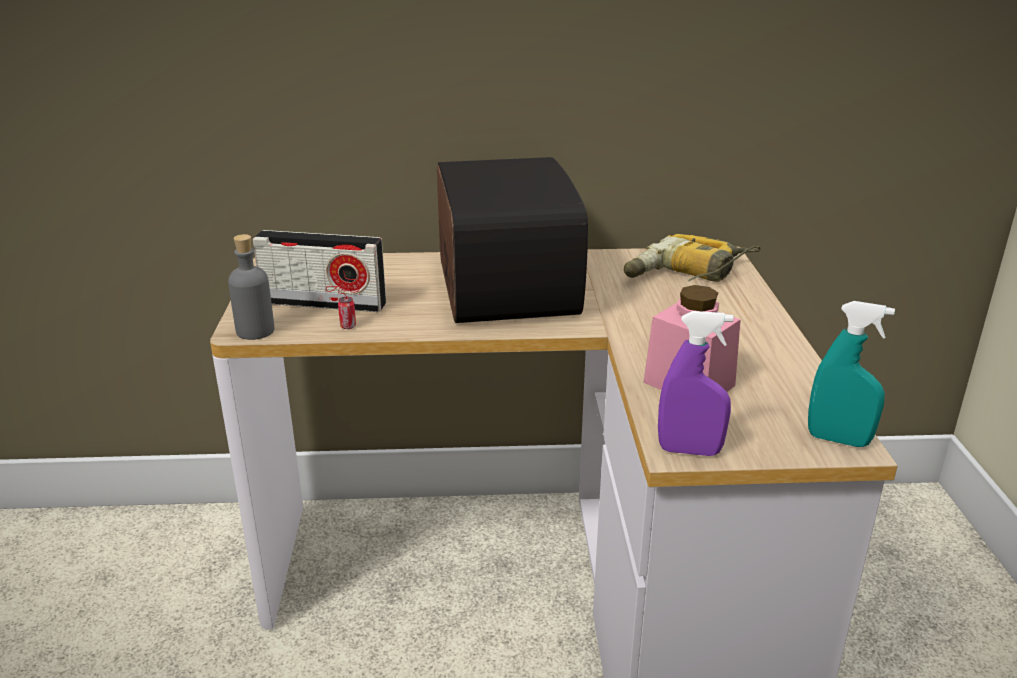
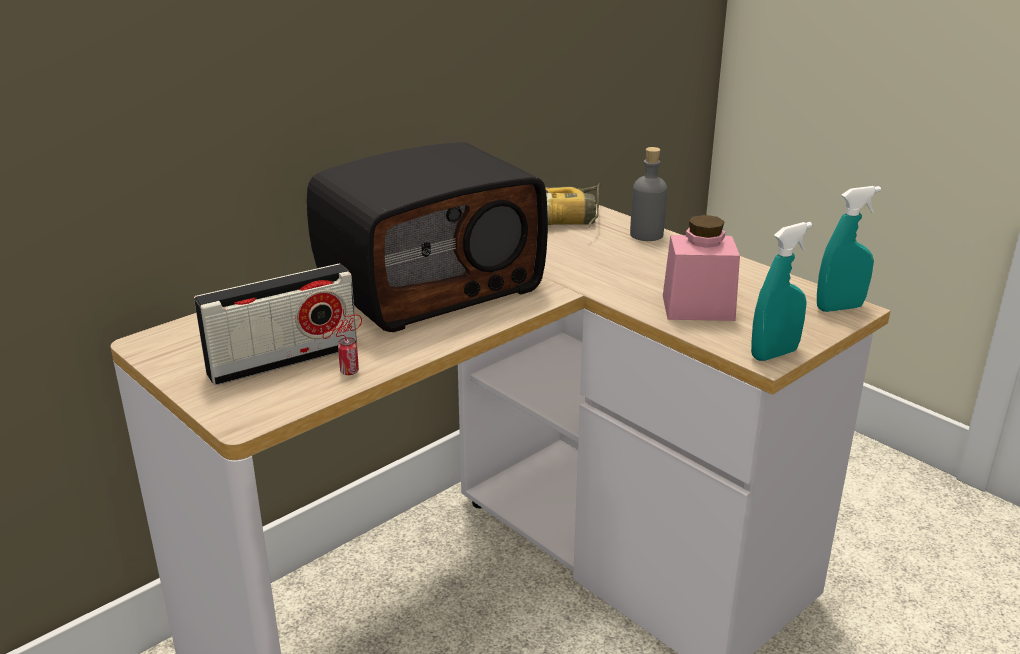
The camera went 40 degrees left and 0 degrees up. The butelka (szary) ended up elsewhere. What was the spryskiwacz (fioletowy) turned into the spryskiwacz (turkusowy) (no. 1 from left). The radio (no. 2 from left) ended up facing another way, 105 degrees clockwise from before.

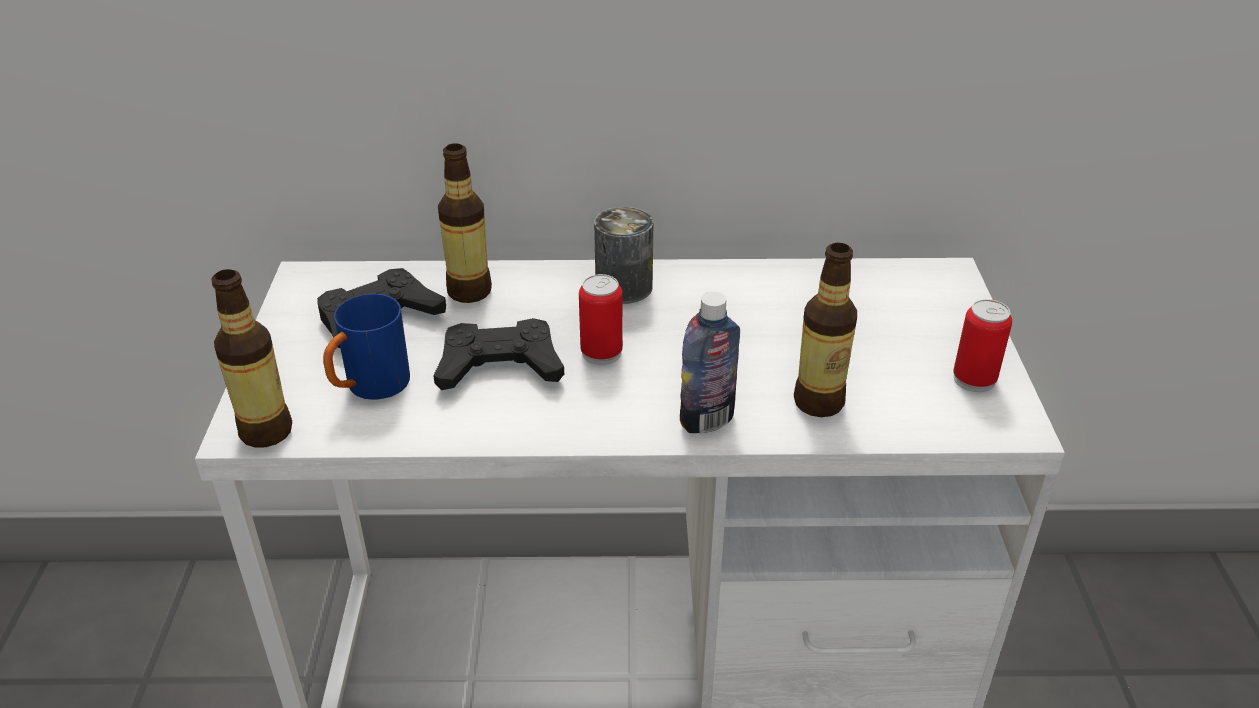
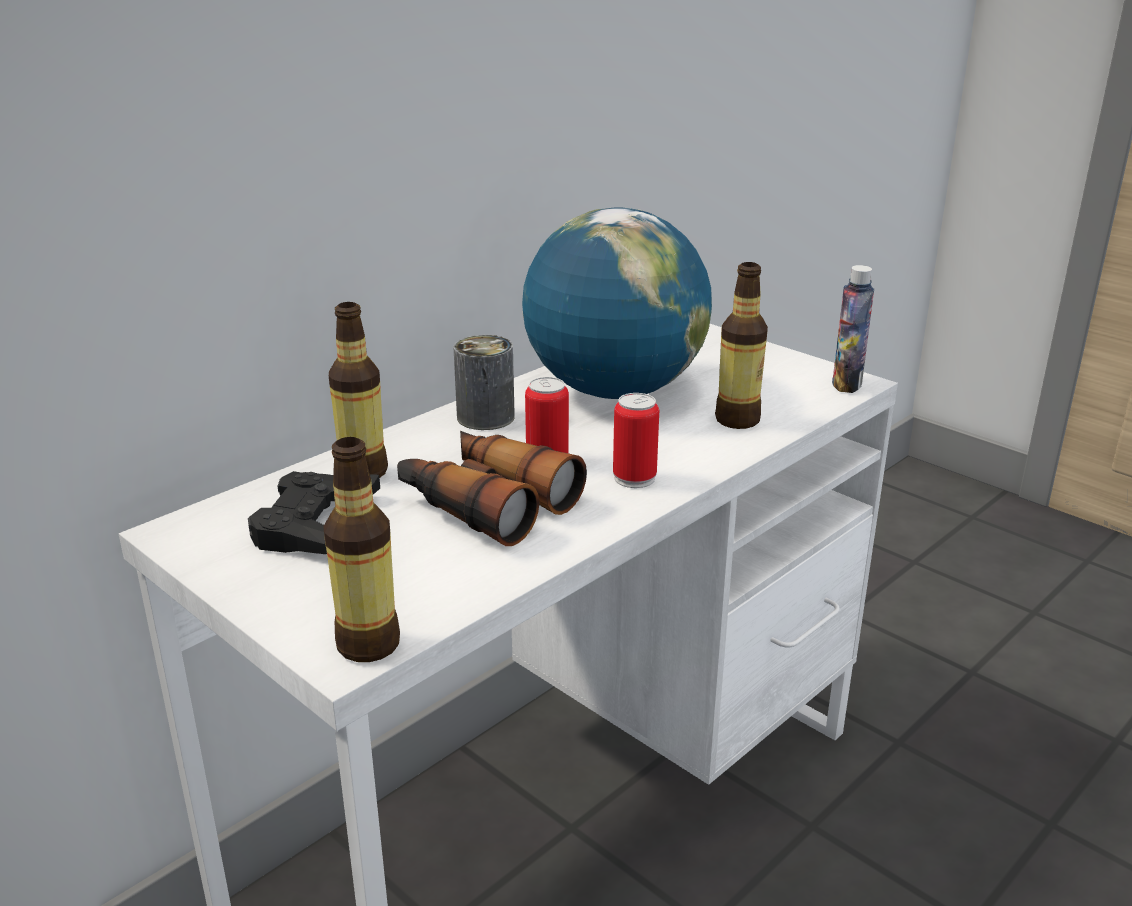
The camera went 45 degrees left and 10 degrees down. The second view lost the kubek (niebieski). The second view gained the globus. The butelka (no. 3 from left in the first image) ended up elsewhere. The puszka (no. 3 from left) ended up elsewhere. Where the pad do gier (czarny) (no. 2 from left) stood, the lornetka came to stand.

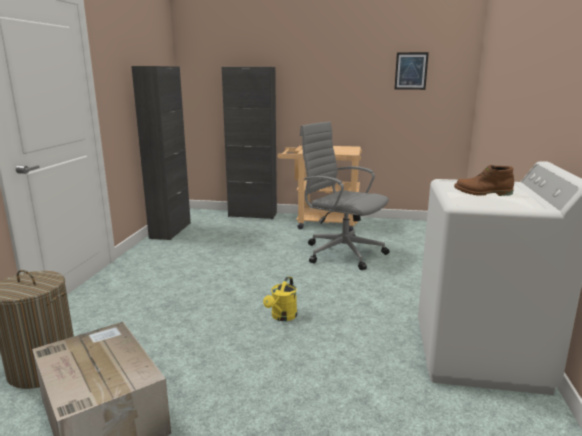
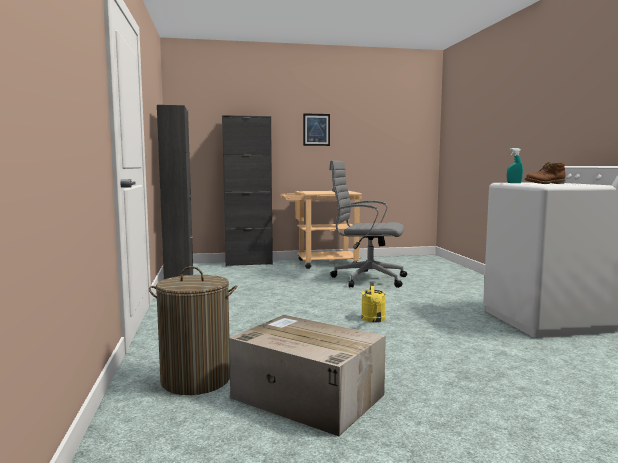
The camera went 20 degrees left and 10 degrees down. The second view gained the spryskiwacz (turkusowy). The obraz ended up elsewhere.

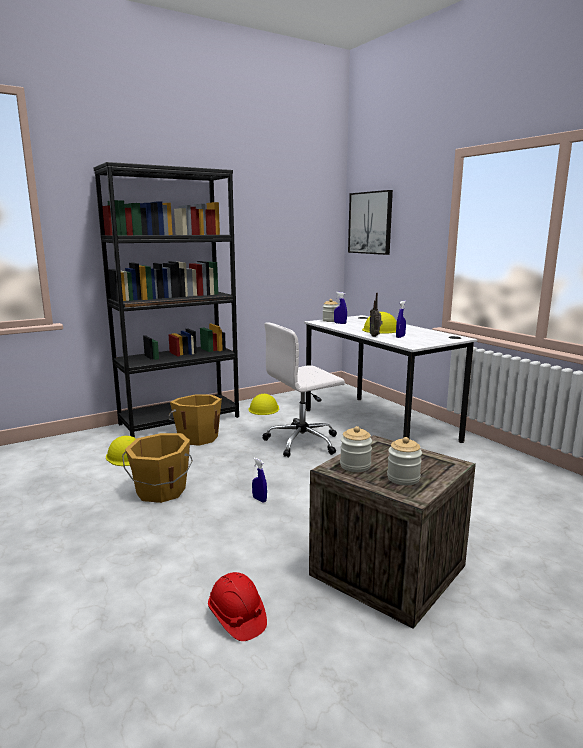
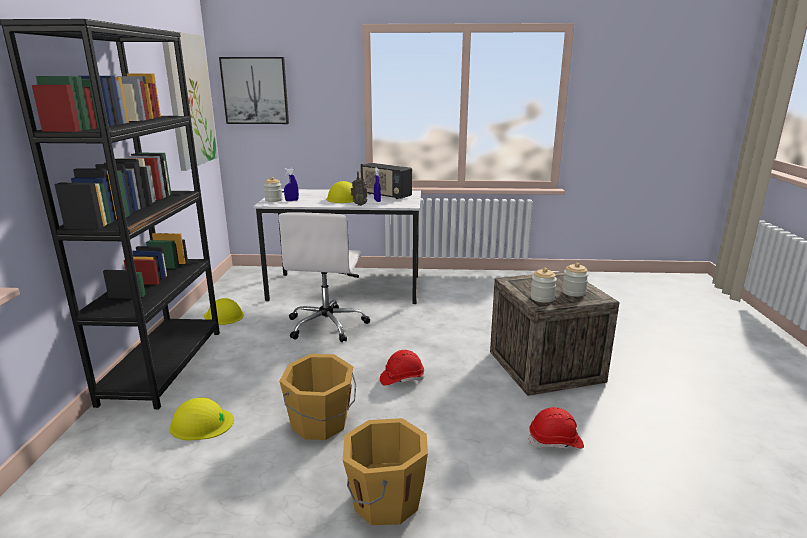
The camera went 55 degrees left and 5 degrees up. The second view gained the obraz (no. 1 from left). The second view gained the radio (no. 2 from left). The wiadro (pomarańczowy) (no. 2 from left) ended up elsewhere. Where the spryskiwacz (niebieski) (no. 1 from left) stood, the kask (czerwony) (no. 1 from left) came to stand.

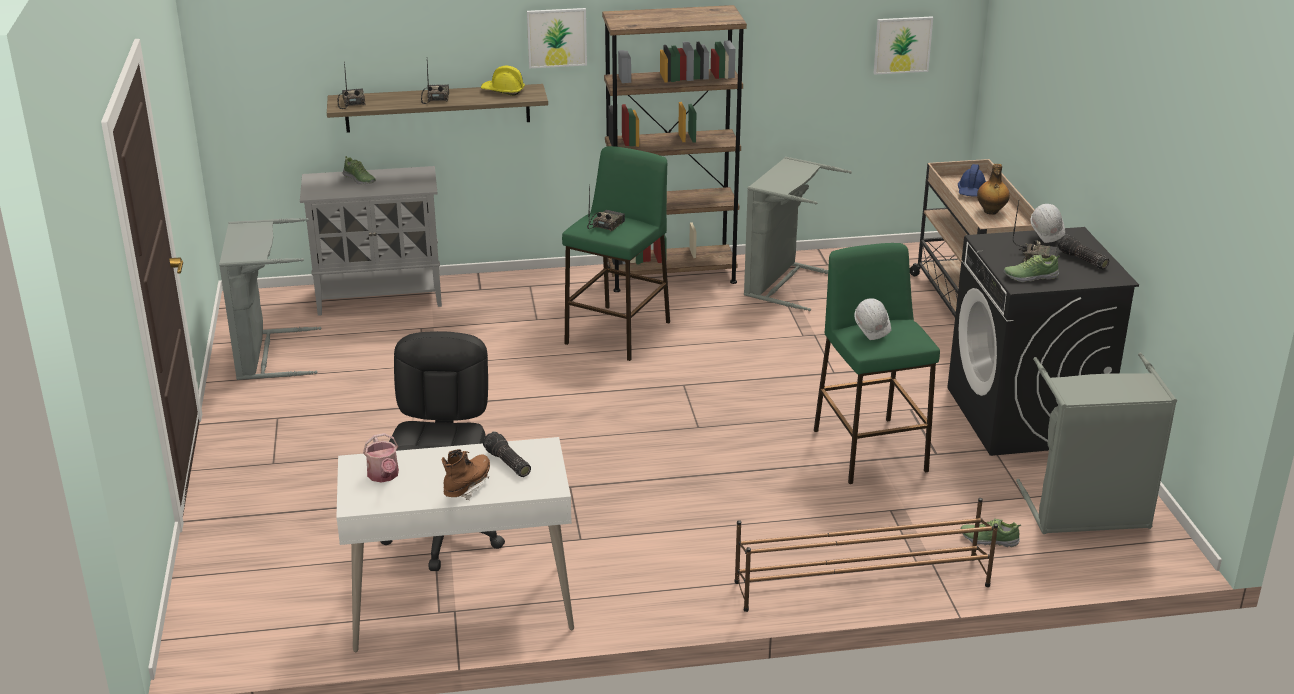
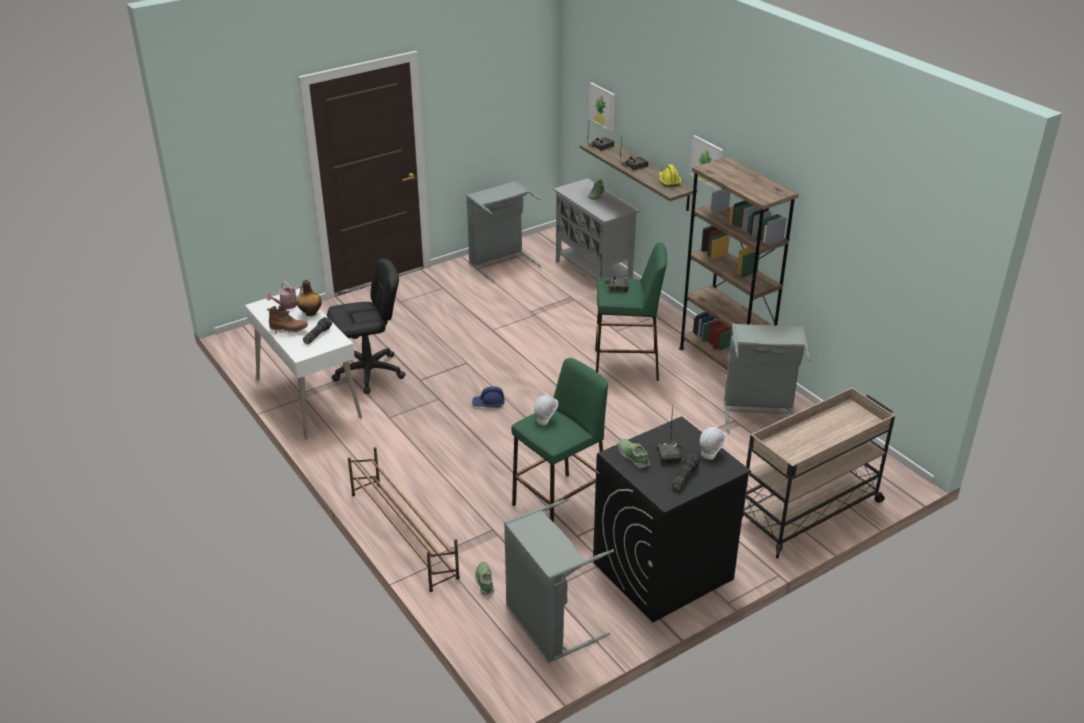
The camera went 65 degrees right and 5 degrees up. The obraz (no. 2 from left in the first image) ended up elsewhere. The kask (niebieski) ended up elsewhere. The butelka ended up elsewhere.

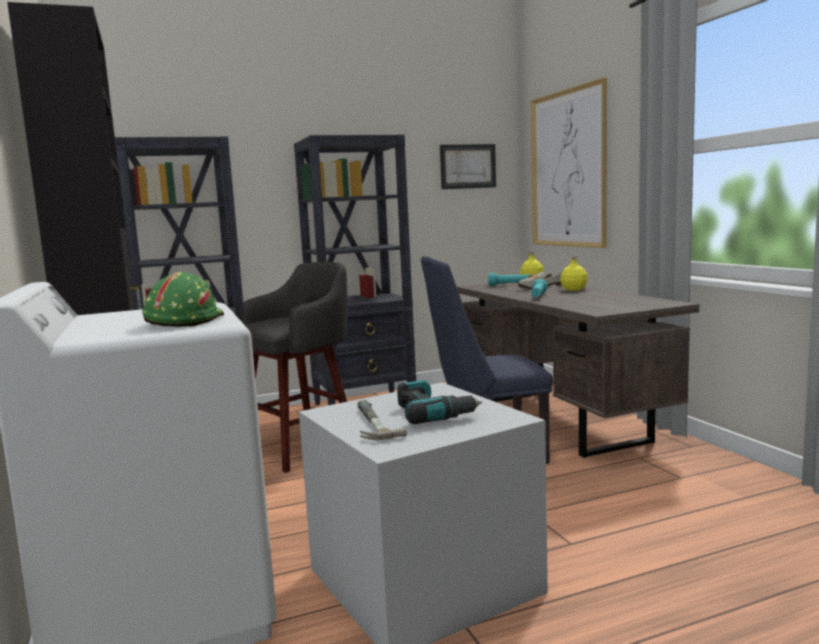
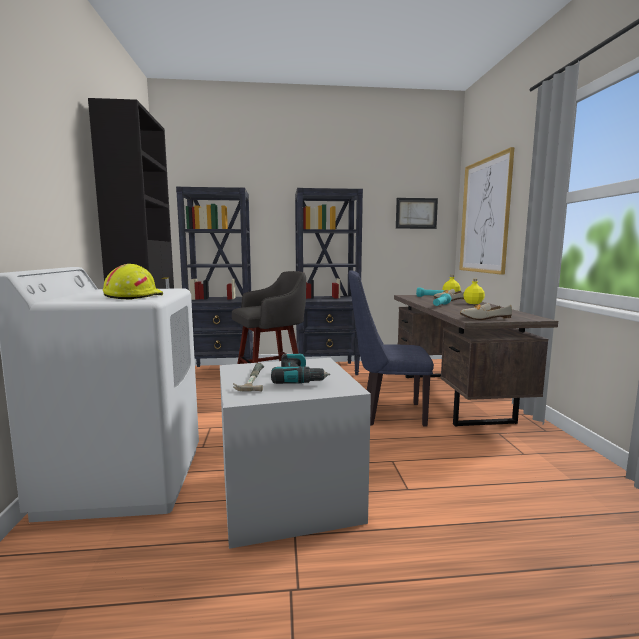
The camera went 15 degrees right and 0 degrees up. The second view gained the but (no. 2 from left). What was the kask (zielony) turned into the kask (żółty).

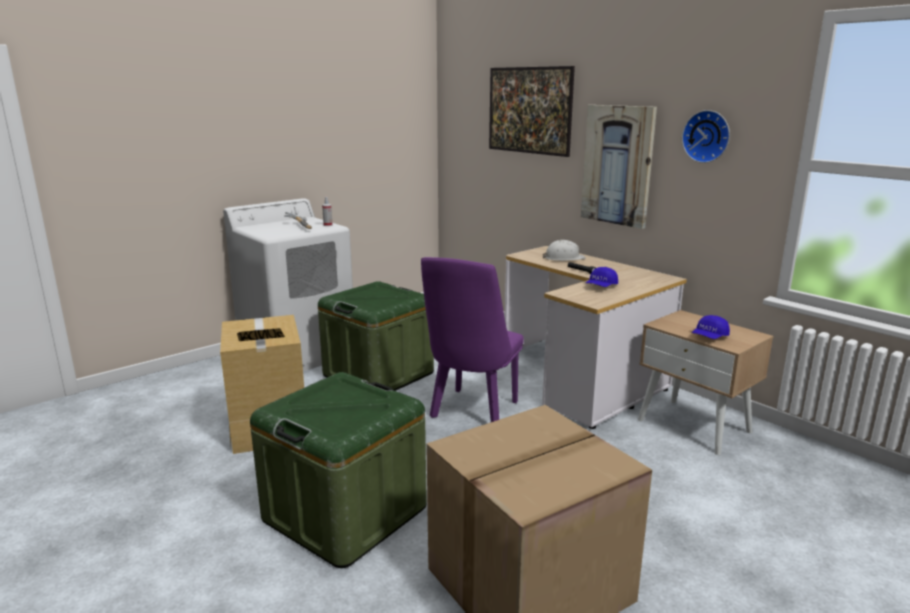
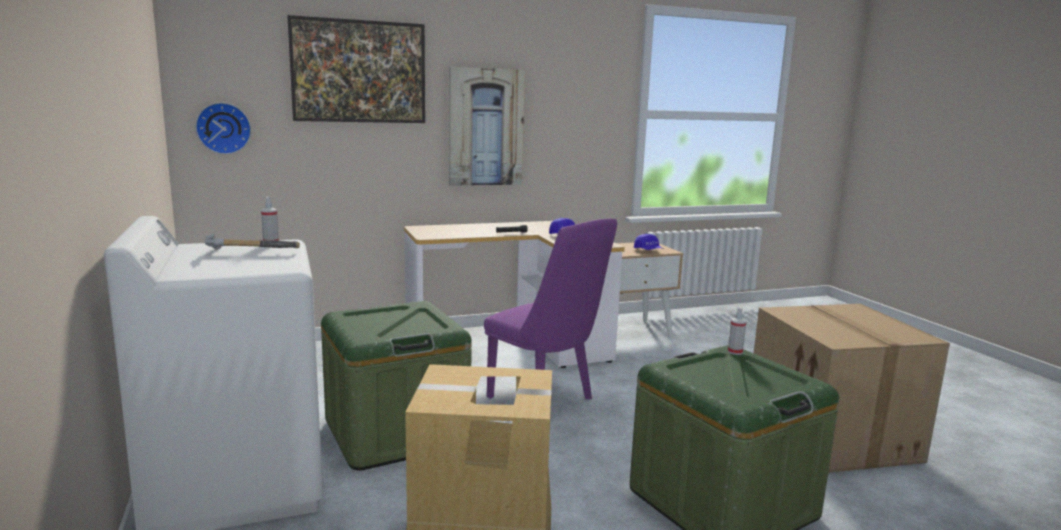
The camera went 70 degrees left and 5 degrees down. The second view lost the kask (biały). The second view gained the spryskiwacz (no. 2 from left). The zegar ścienny ended up elsewhere.

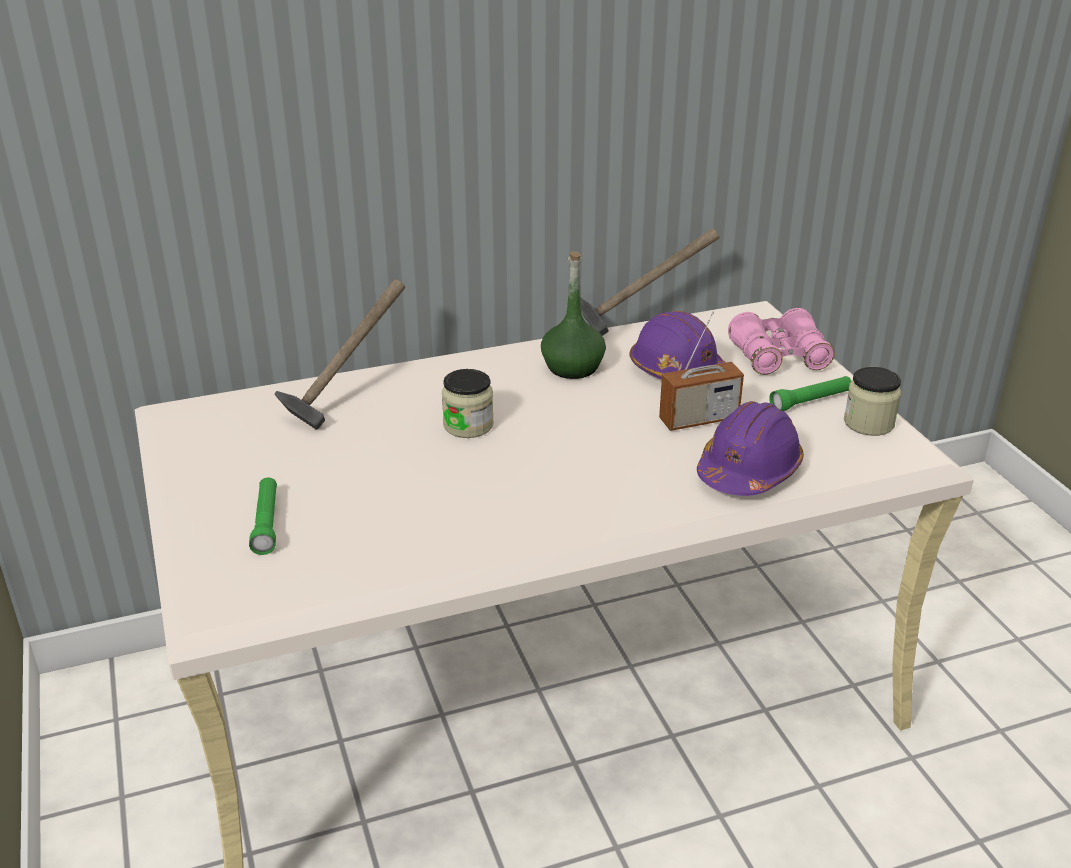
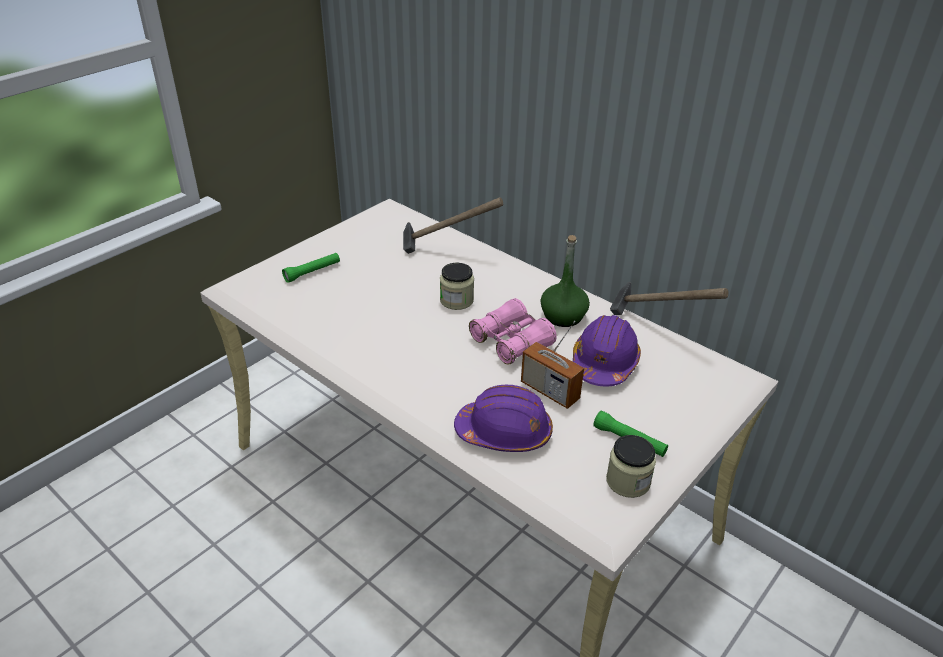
The camera went 60 degrees right and 5 degrees up. The lornetka (różowy) ended up elsewhere.

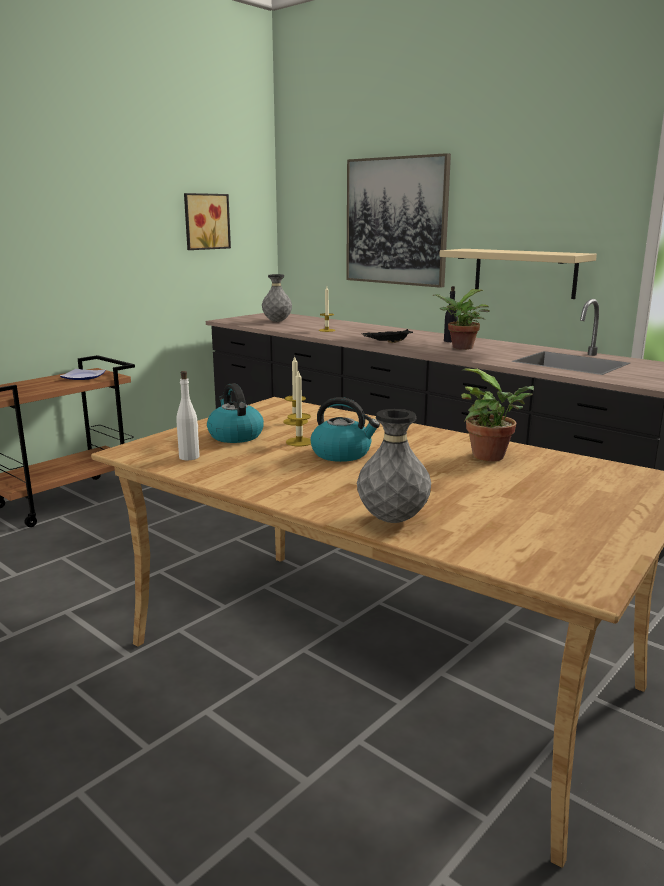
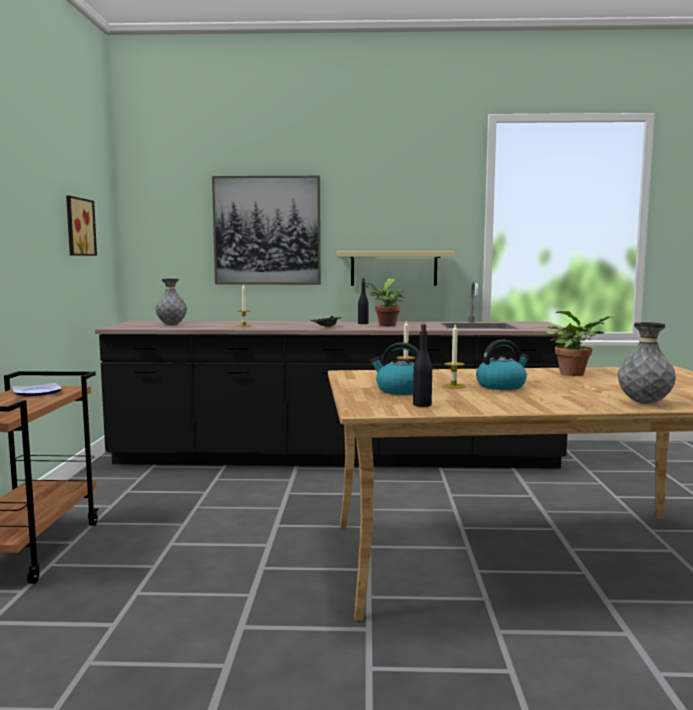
The camera went 40 degrees left and 10 degrees down. What was the butelka (biały) turned into the butelka (czarny) (no. 2 from left).

